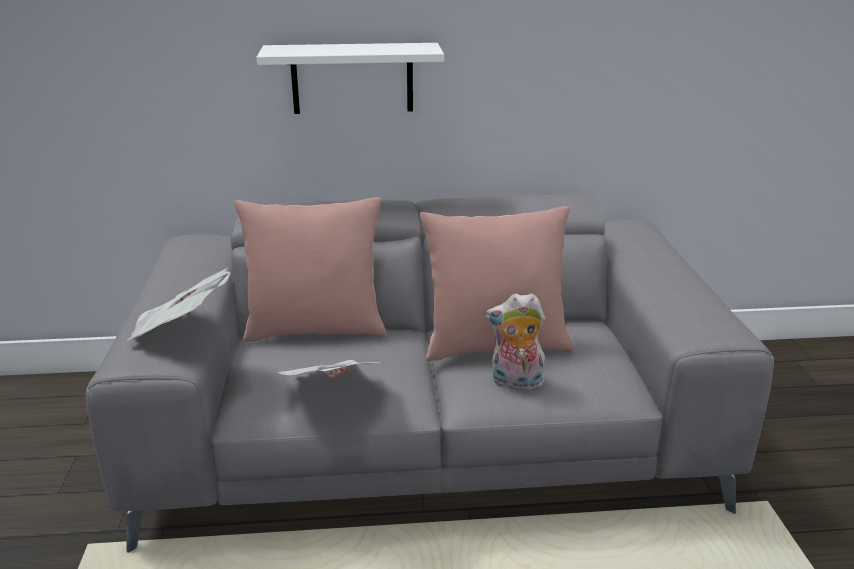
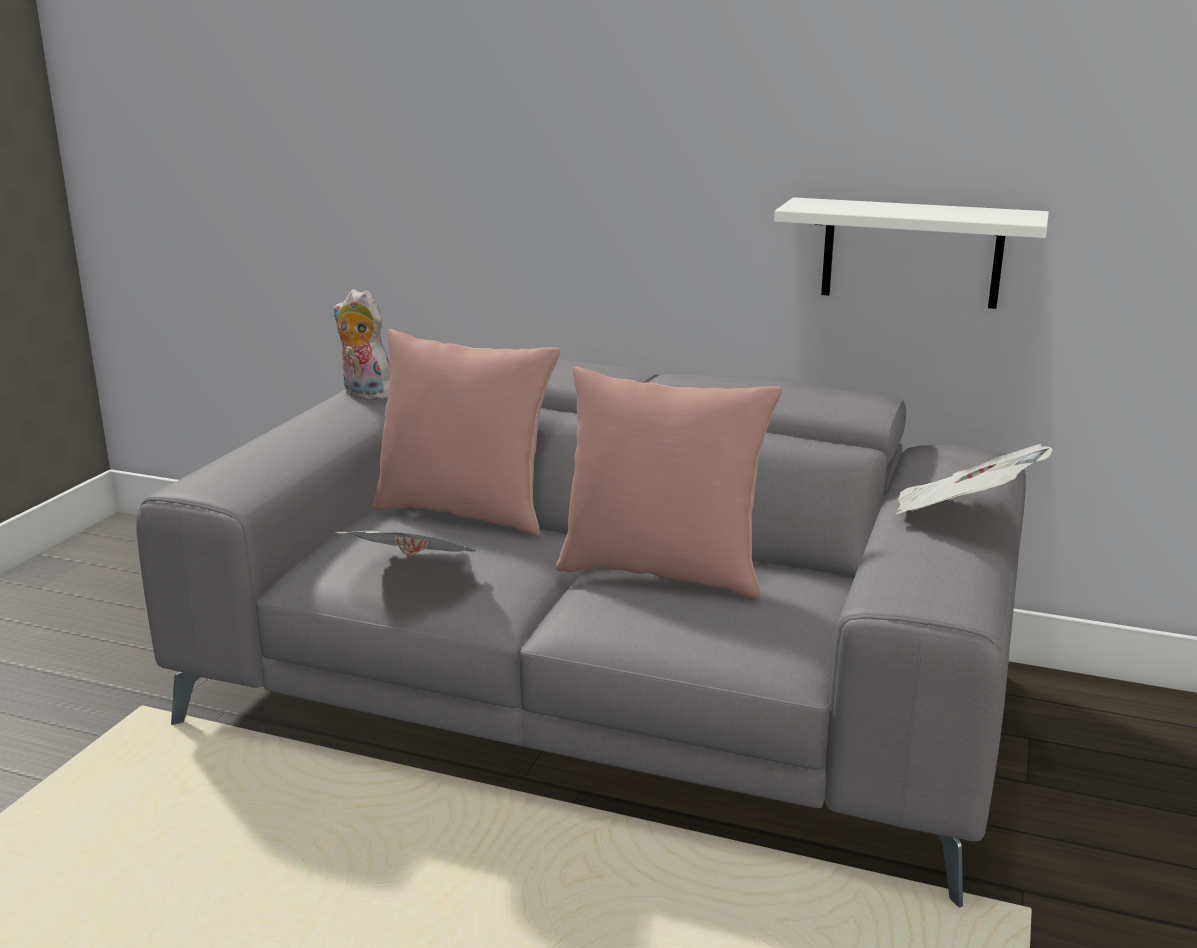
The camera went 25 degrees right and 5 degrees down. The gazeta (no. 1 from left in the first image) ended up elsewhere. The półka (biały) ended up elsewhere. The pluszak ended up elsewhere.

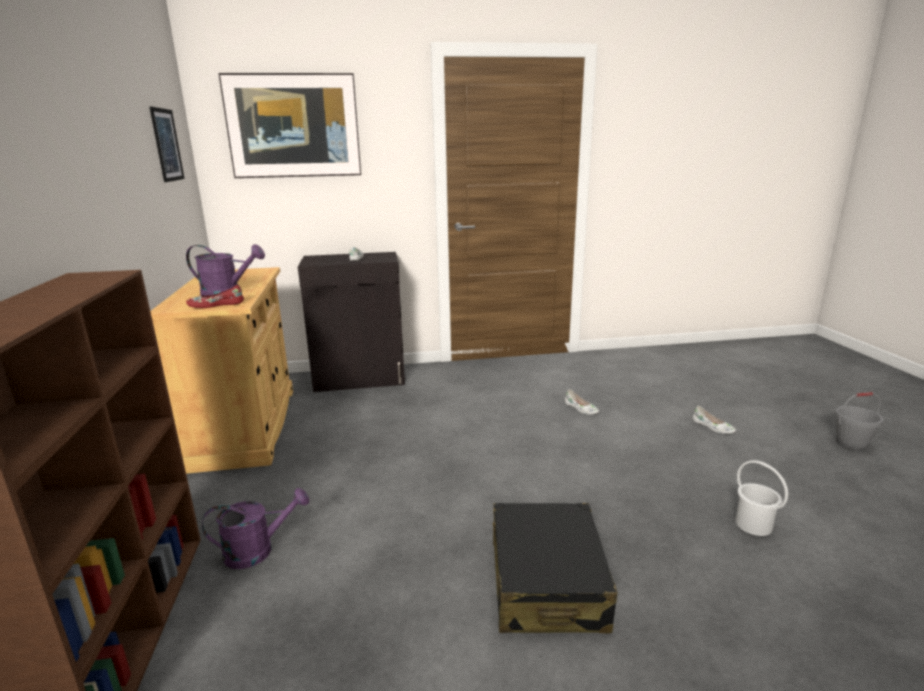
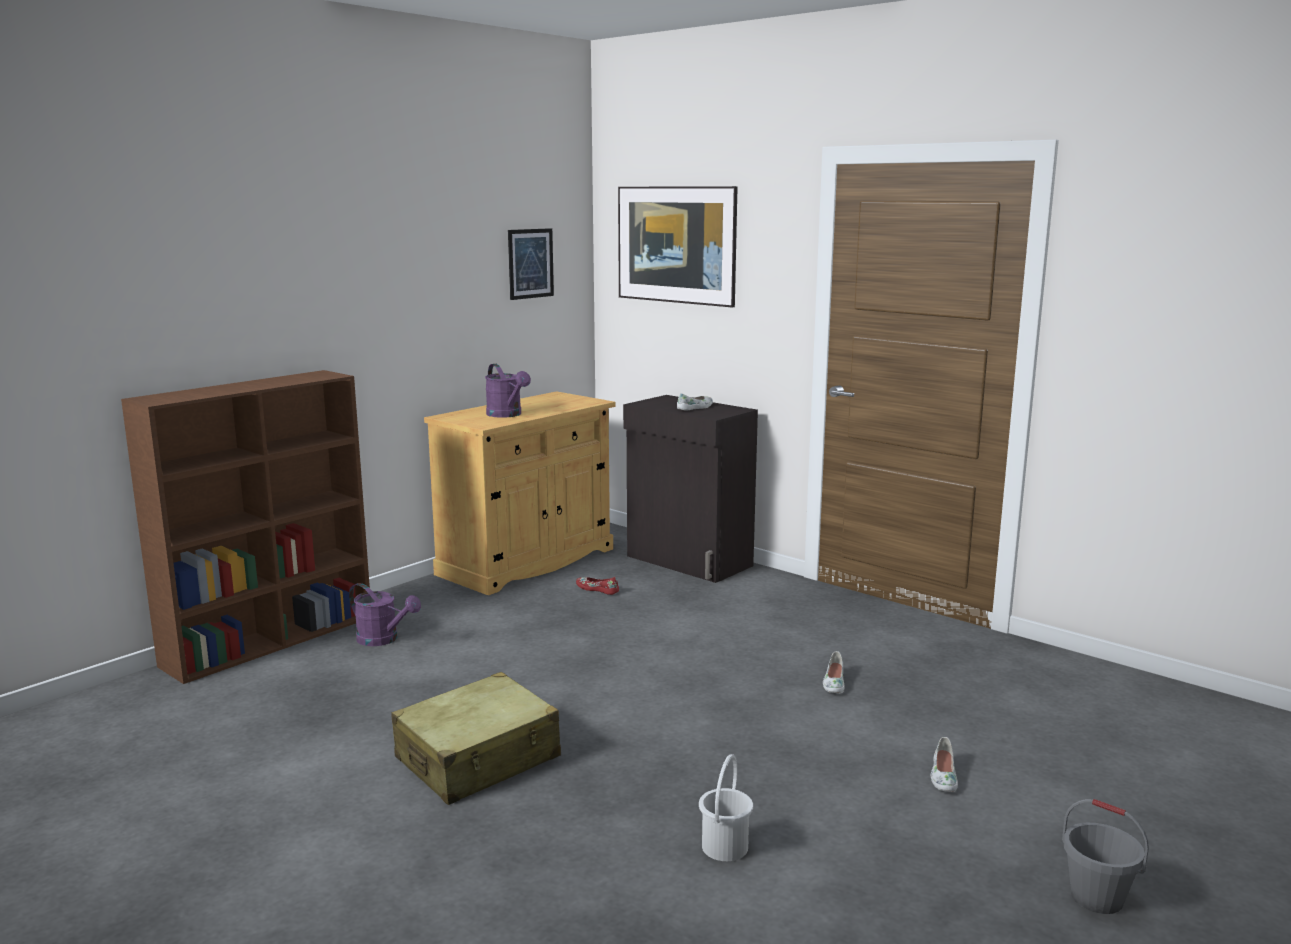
The camera went 50 degrees right and 5 degrees down. The but (czerwony) ended up elsewhere. What was the walizka (czarny) turned into the walizka (beżowy).

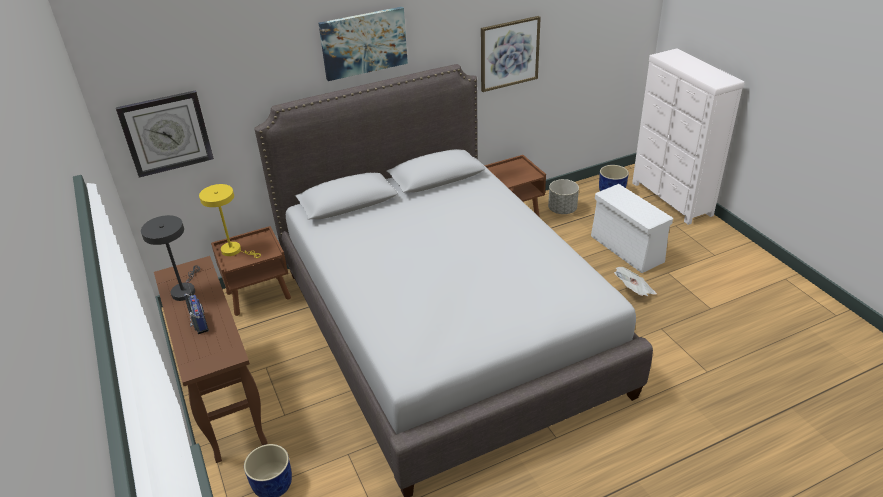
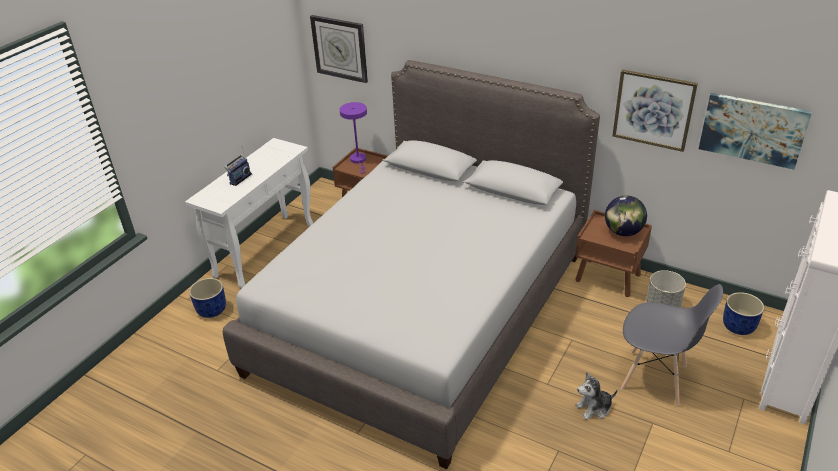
The camera went 55 degrees right and 0 degrees up. The second view lost the lampa stołowa (szary). The second view gained the globus. The obraz (no. 1 from left in the first image) ended up elsewhere. Where the pojemnik do przechowywania (biały) stood, the krzesło (szary) came to stand. Where the gazeta stood, the pluszak came to stand. What was the stolik konsolowy (brązowy) turned into the stolik konsolowy (biały). What was the lampa stołowa (żółty) turned into the lampa stołowa (fioletowy).

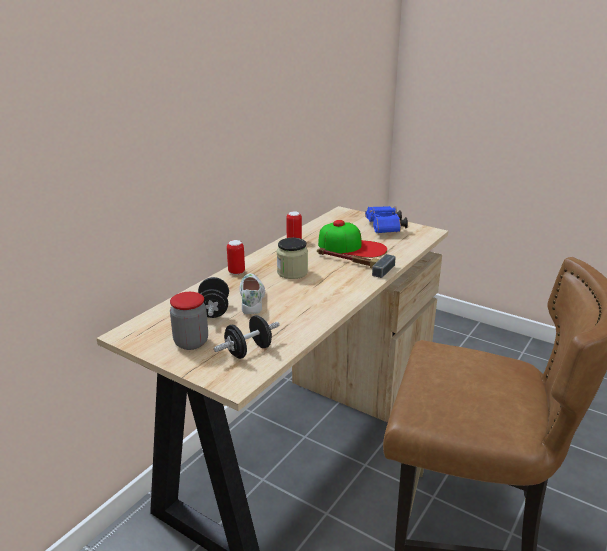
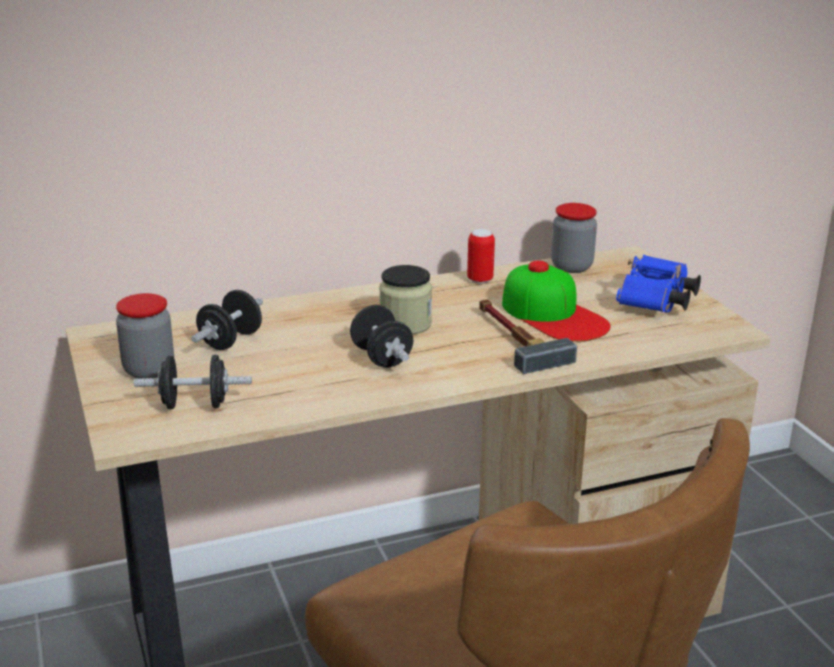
The camera went 35 degrees right and 0 degrees up. The second view lost the puszka (no. 1 from left). The second view lost the but (biały). The second view gained the hantel (czarny) (no. 3 from left). The second view gained the słoik (no. 3 from left).

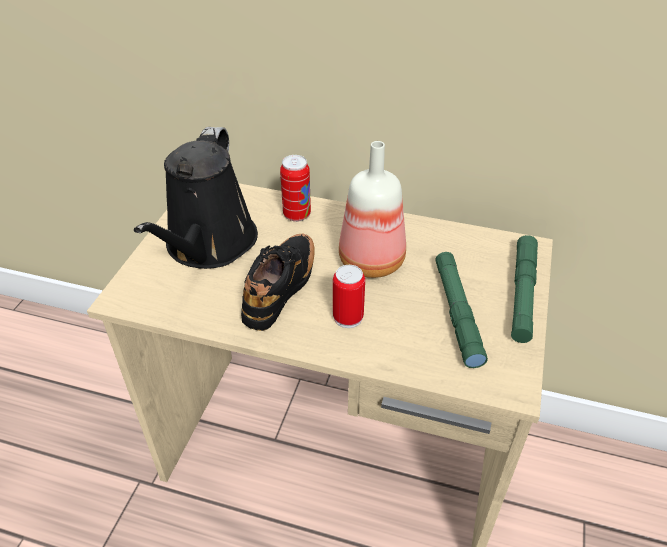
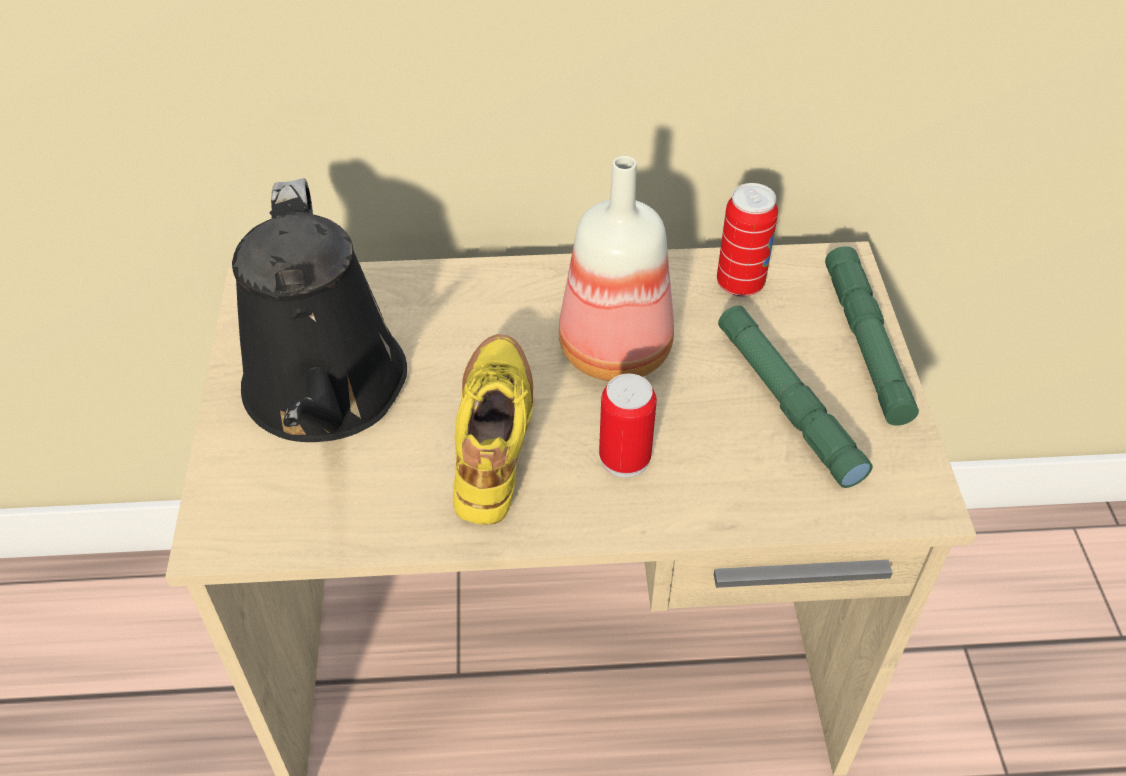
The camera went 20 degrees left and 5 degrees up. The puszka (no. 1 from left in the first image) ended up elsewhere. What was the but (czarny) turned into the but (żółty).

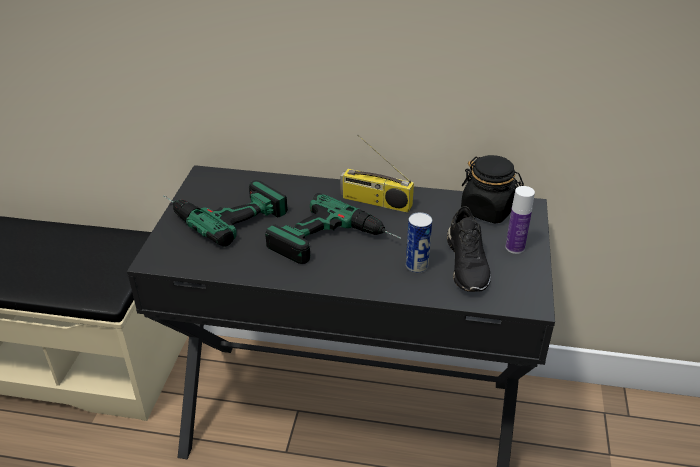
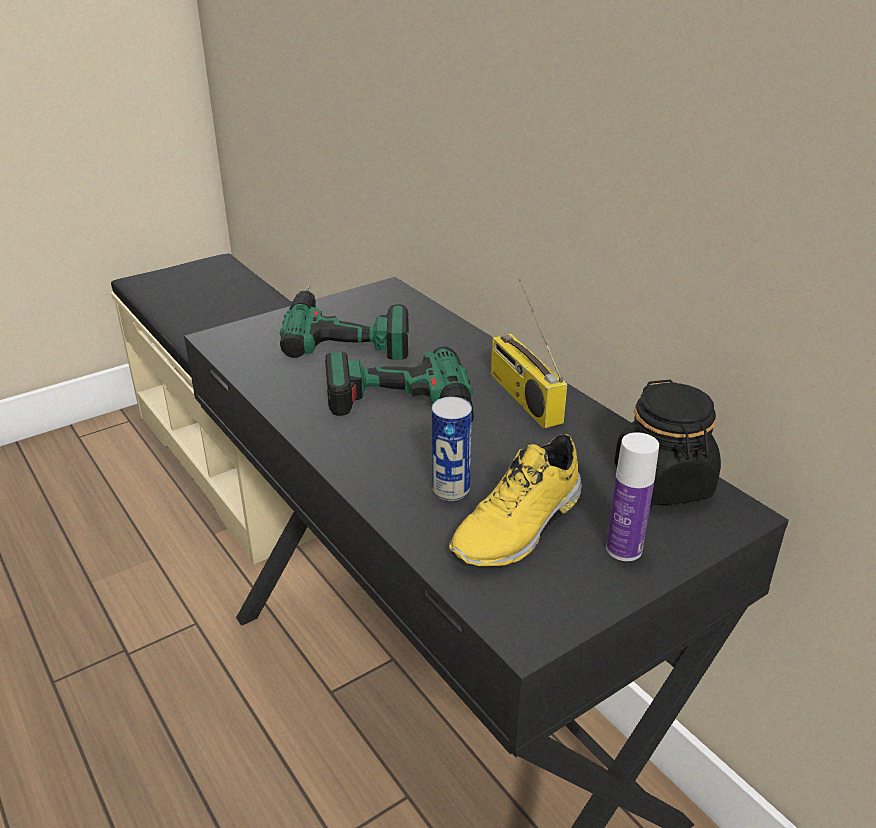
The camera went 45 degrees right and 5 degrees down. What was the but (czarny) turned into the but (żółty).

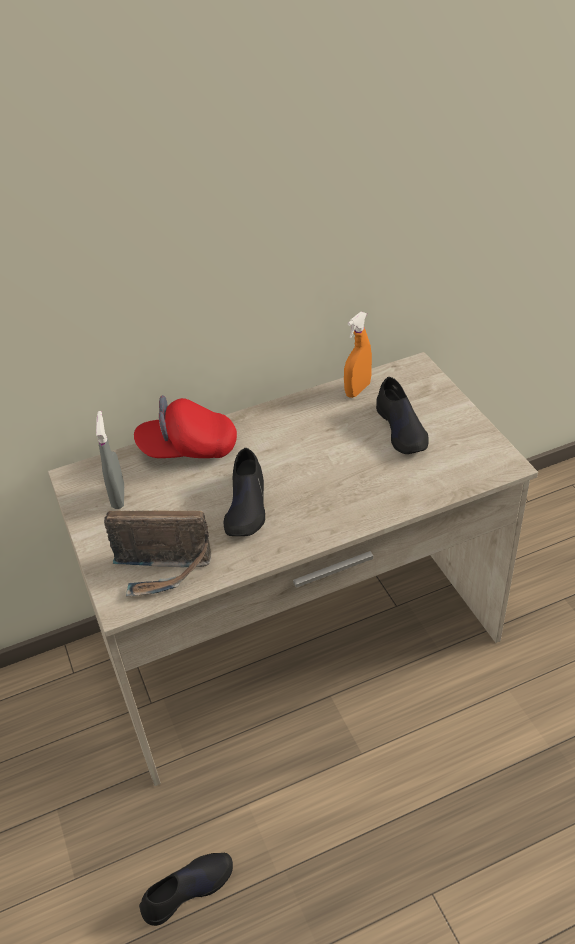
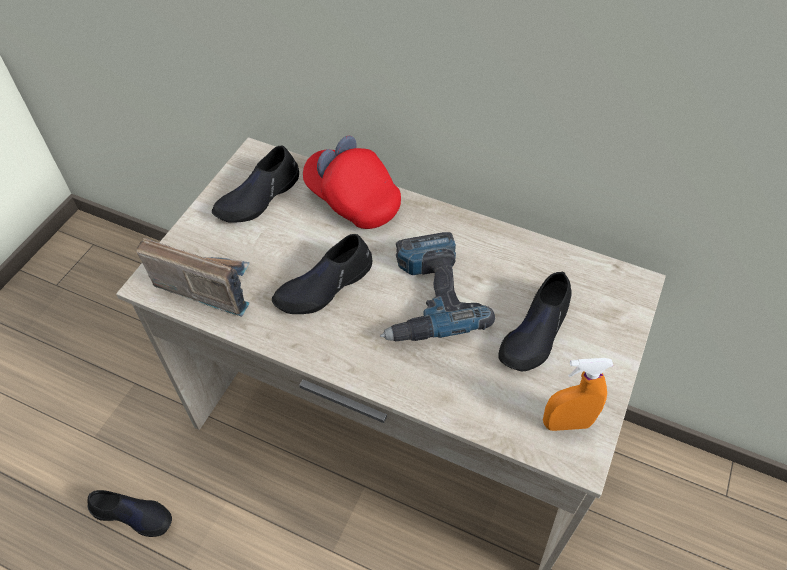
The camera went 45 degrees right and 10 degrees up. The second view gained the wiertarka. The spryskiwacz (pomarańczowy) ended up elsewhere. Where the spryskiwacz (szary) stood, the but (czarny) (no. 2 from left) came to stand. The radio ended up facing another way, 150 degrees clockwise from before.

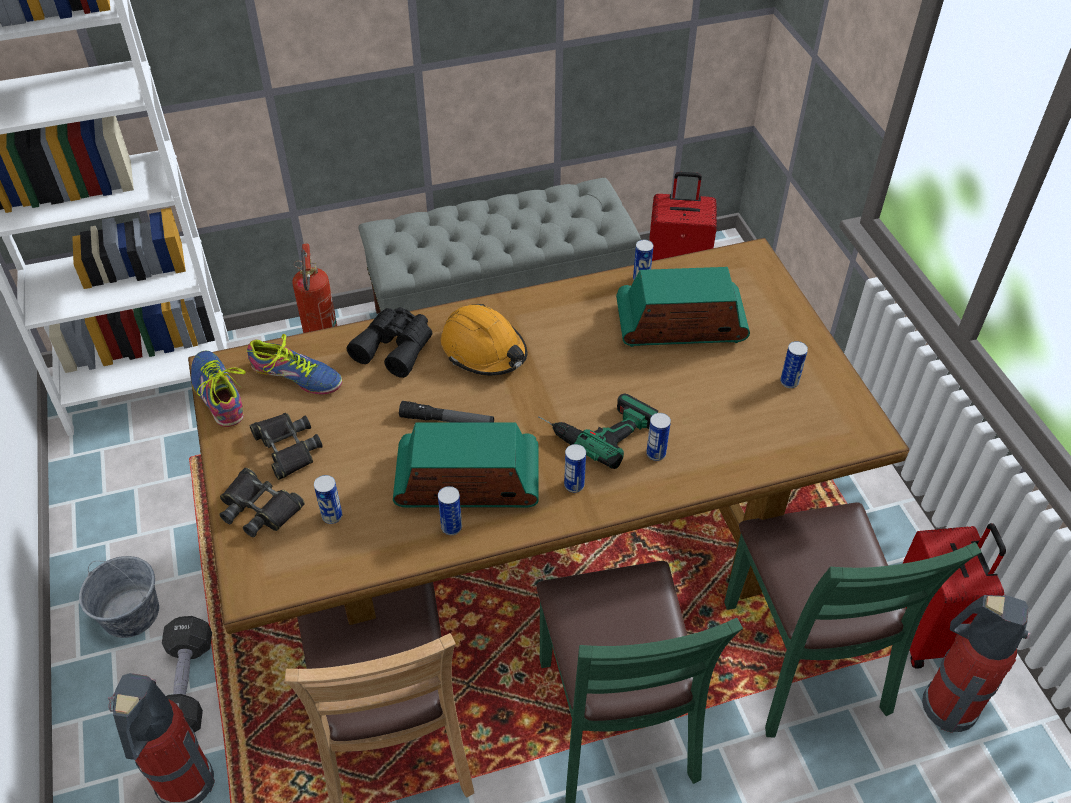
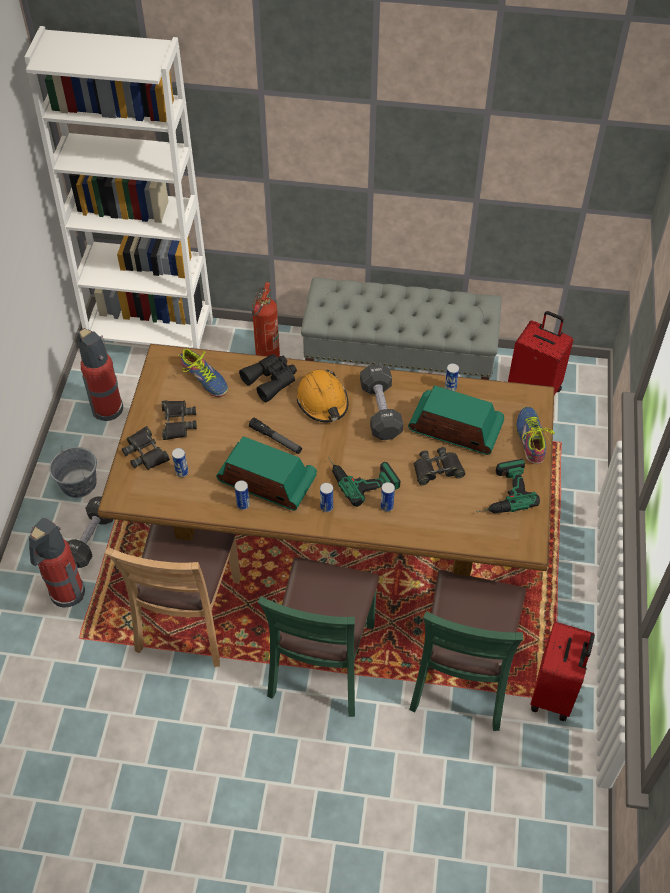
The camera went 25 degrees right and 5 degrees up. The second view gained the hantel (czarny) (no. 2 from left). The second view gained the lornetka (czarny) (no. 4 from left). The but (no. 1 from left in the first image) ended up elsewhere. The gaśnica (no. 3 from left in the first image) ended up elsewhere. Where the puszka (no. 6 from left) stood, the wiertarka (no. 2 from left) came to stand.

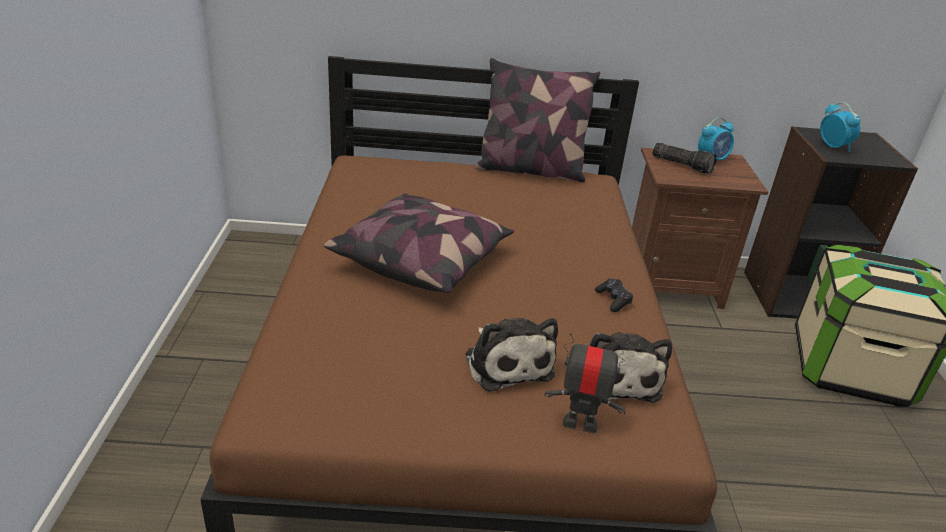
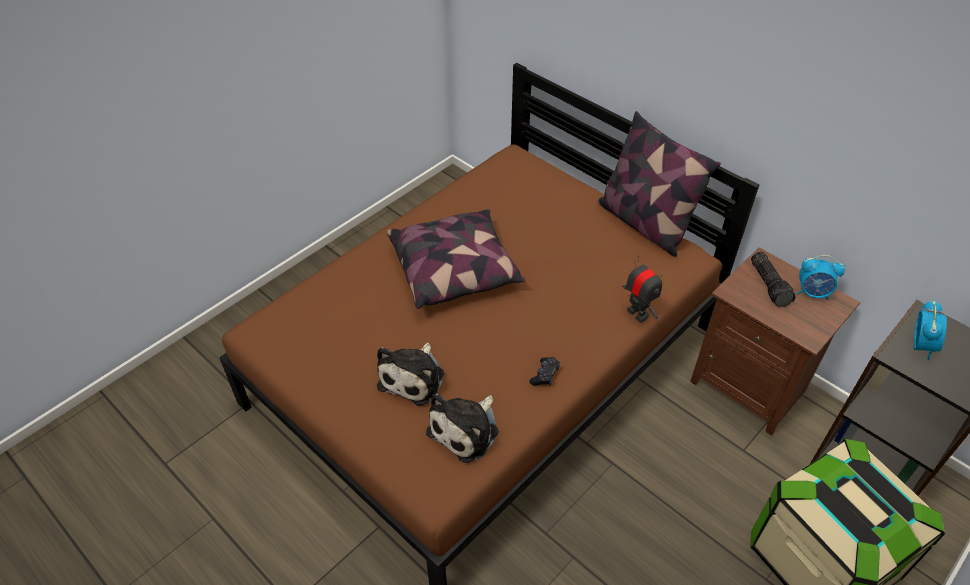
The camera went 45 degrees right and 15 degrees up. The robot zabawkowy ended up elsewhere.

